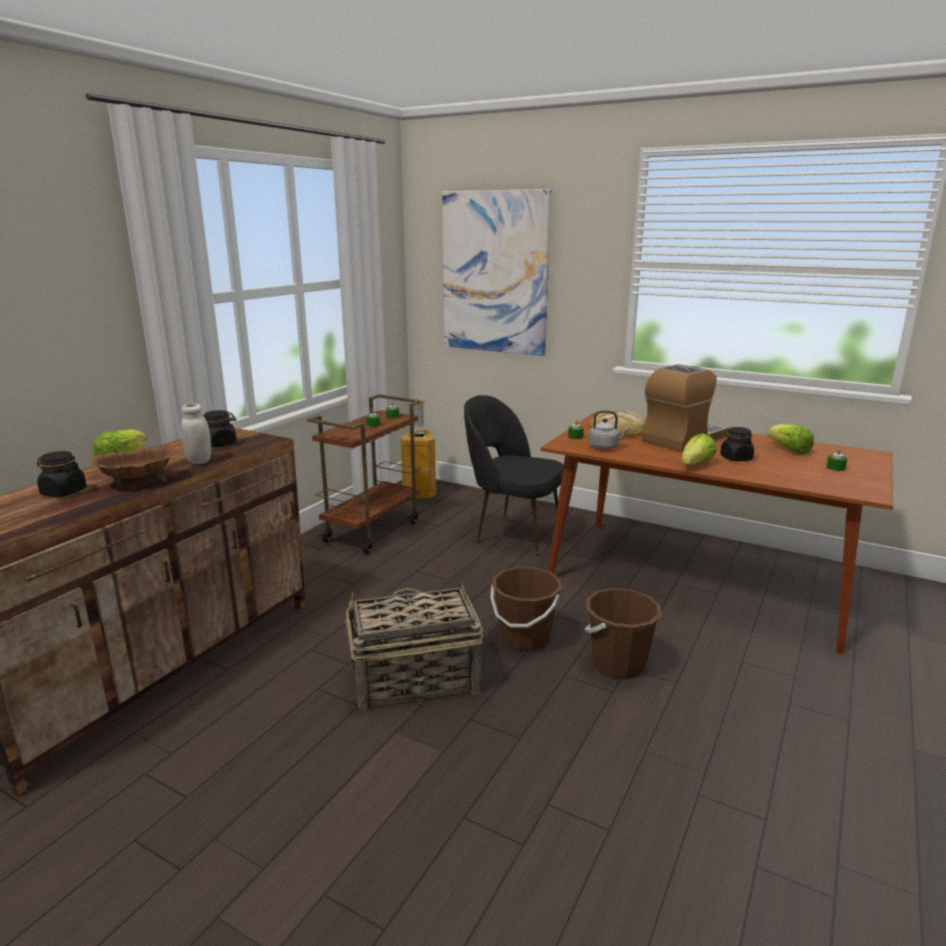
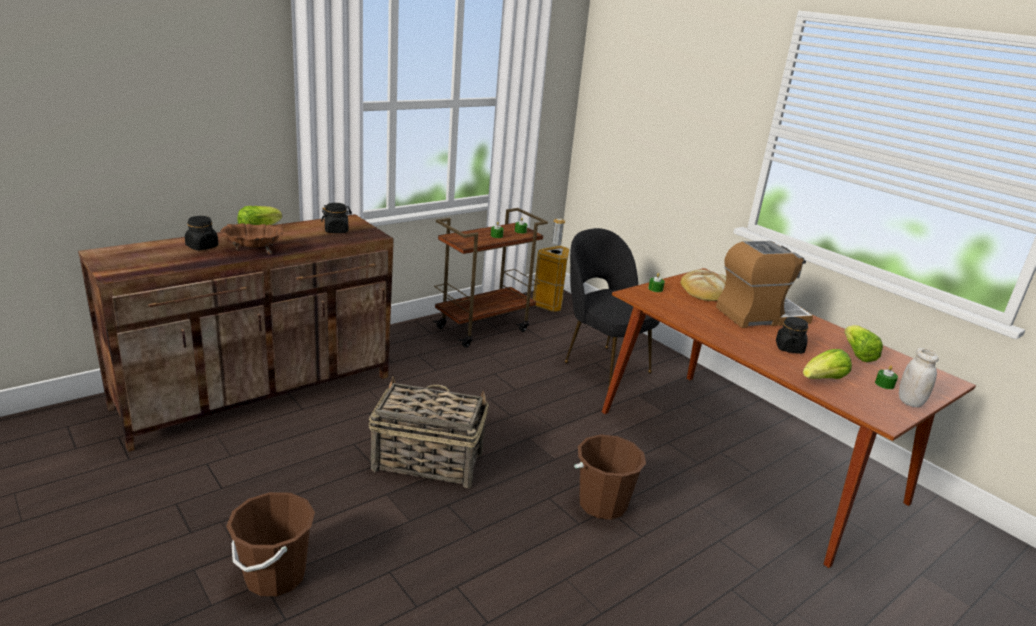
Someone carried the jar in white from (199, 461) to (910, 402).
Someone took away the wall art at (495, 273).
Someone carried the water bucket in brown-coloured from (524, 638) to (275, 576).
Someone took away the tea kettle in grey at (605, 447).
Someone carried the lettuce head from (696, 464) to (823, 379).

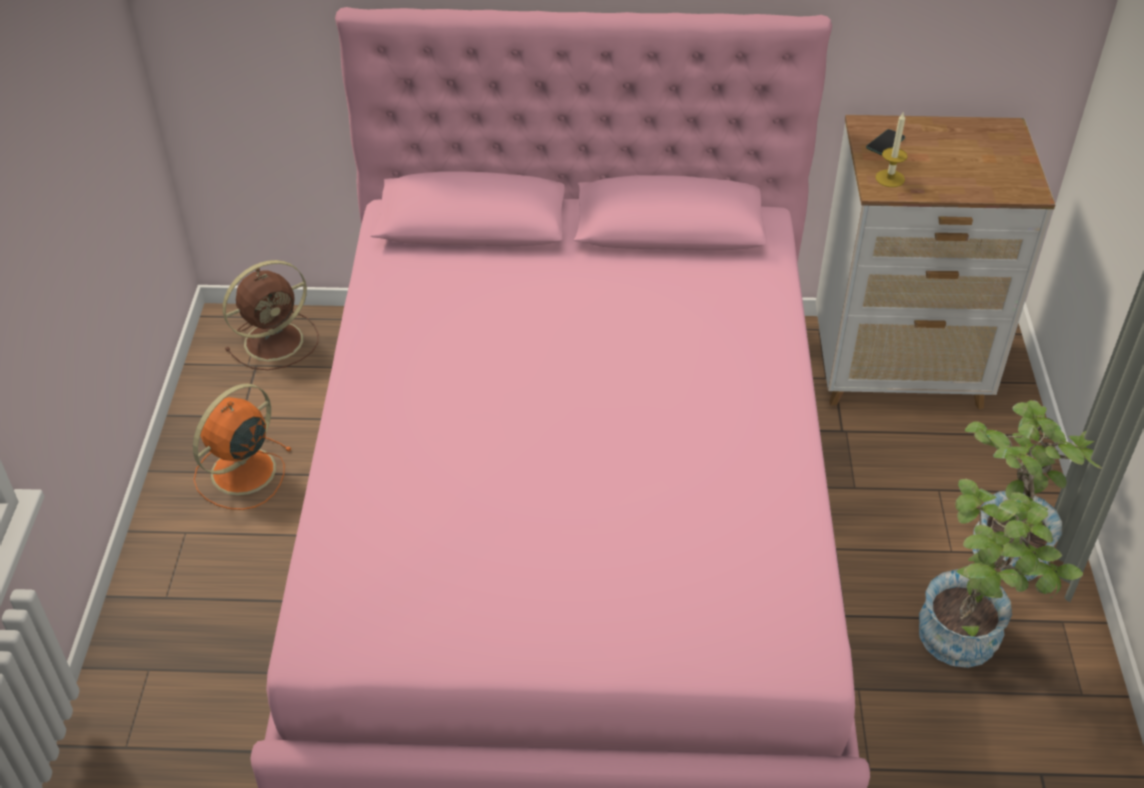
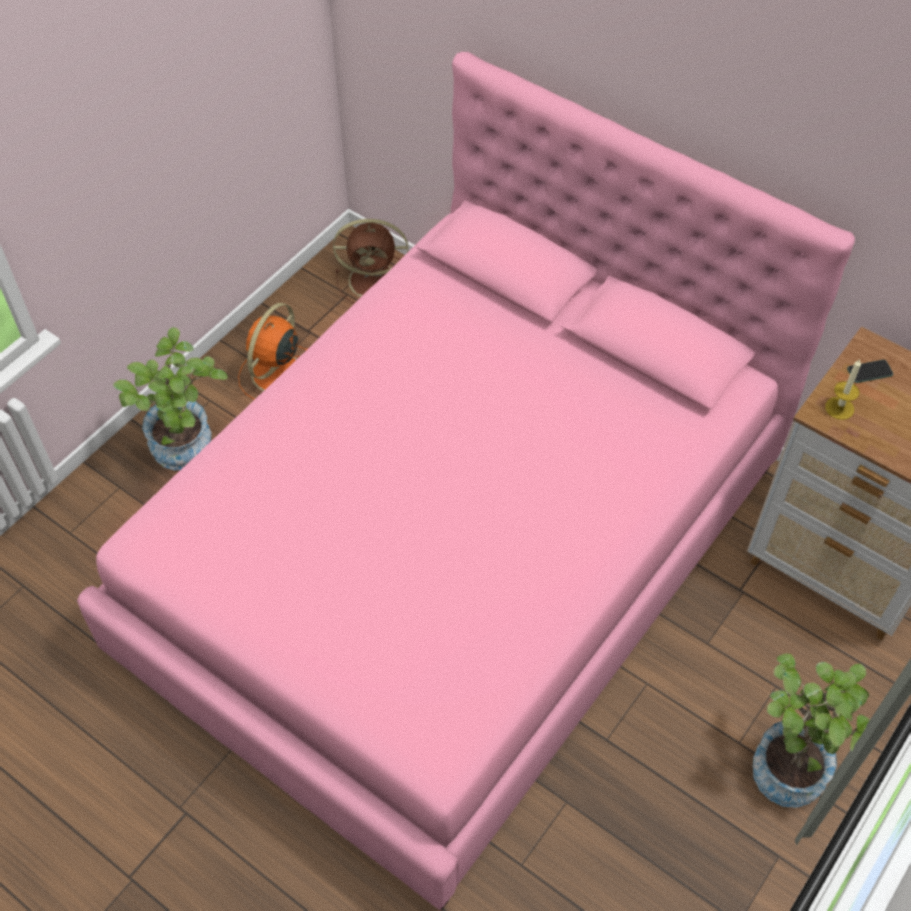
Someone rotated the fan in orange at (241, 473) by 45 degrees counterclockwise.
Someone carried the potted plant from (971, 636) to (188, 452).

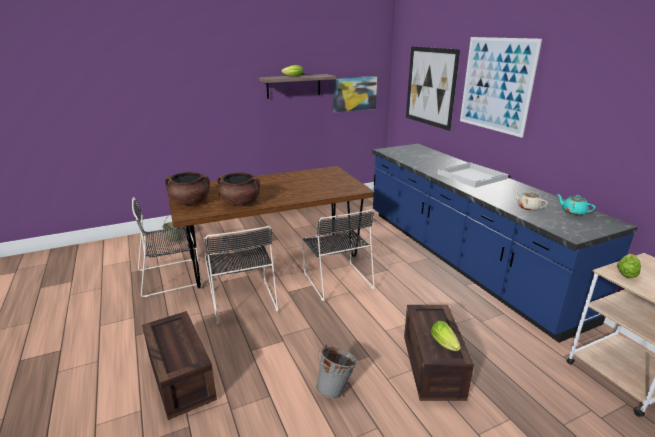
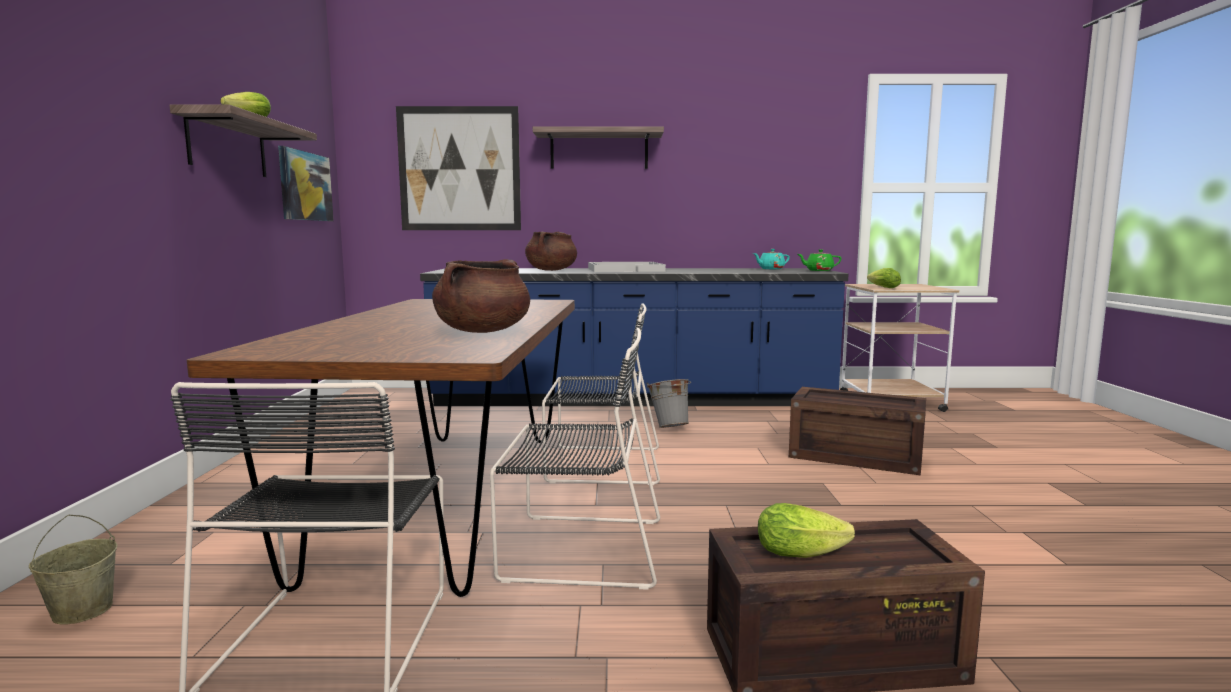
Someone carried the cooking pot in brown-coloured from (190, 202) to (551, 270).
Someone carried the water bucket in grey from (336, 388) to (669, 427).
Someone carried the lettuce head from (445, 344) to (805, 552).
Someone swapped the wall art at (496, 85) for the shelf at (599, 150).
Someone took away the tea pot in sand-coloured at (528, 207).
Someone put down the tea pot in green-coloured at (818, 270).

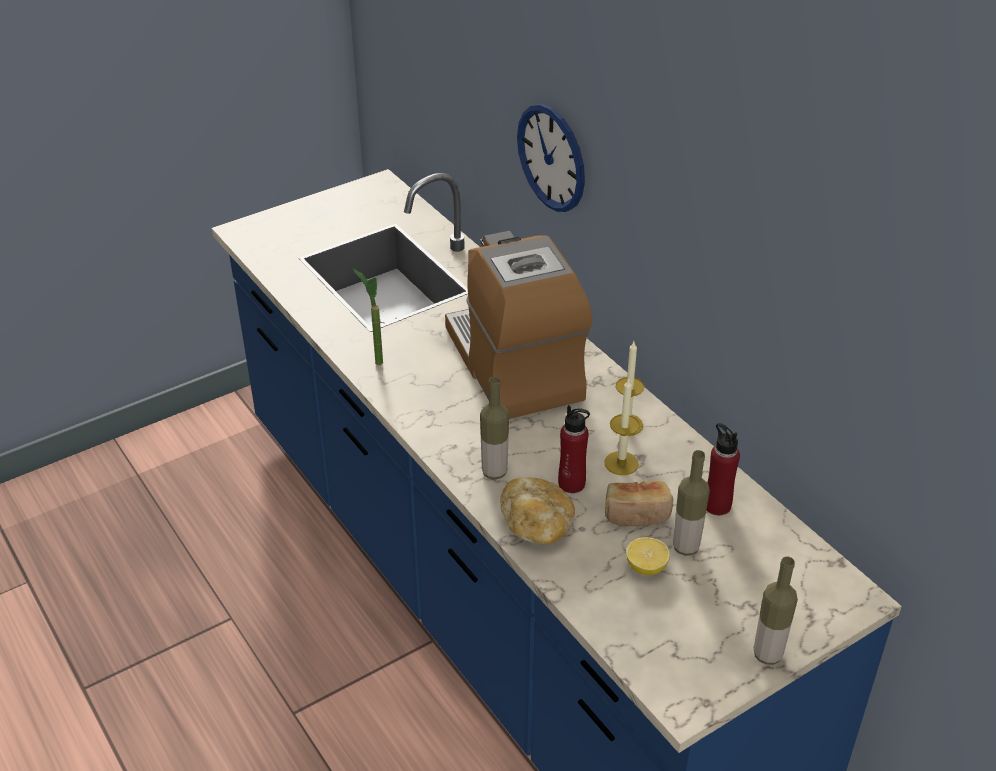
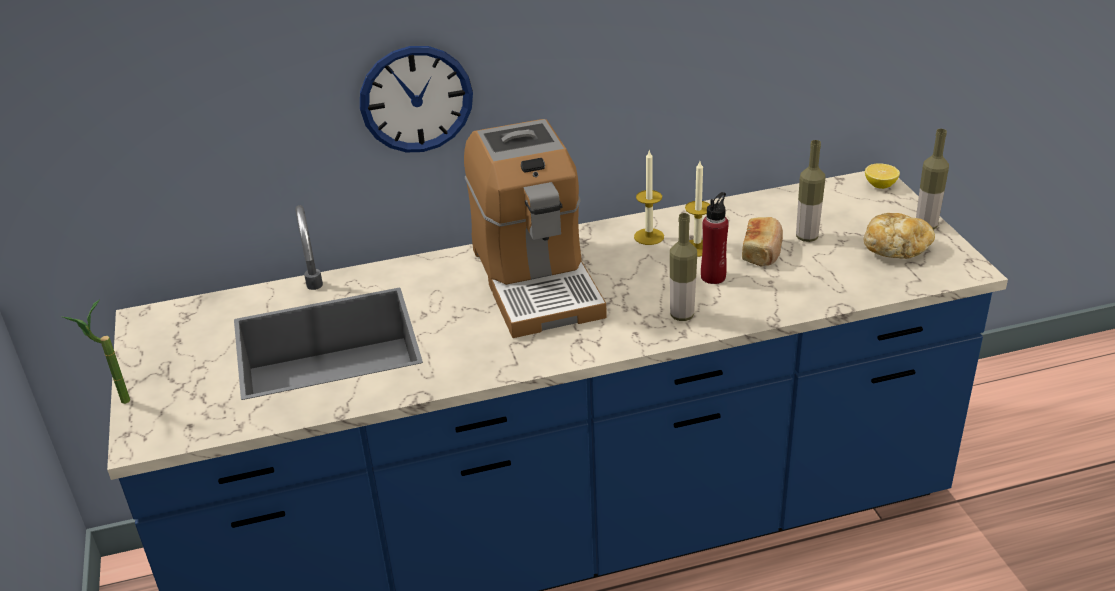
Someone carried the potted plant from (374, 358) to (115, 403).
Someone rotated the coffee machine at (514, 366) by 105 degrees counterclockwise.
Someone carried the bread from (537, 525) to (895, 249).
Someone carried the lemon from (646, 567) to (880, 185).
Someone took away the beverage bottle in reddish at (717, 505).

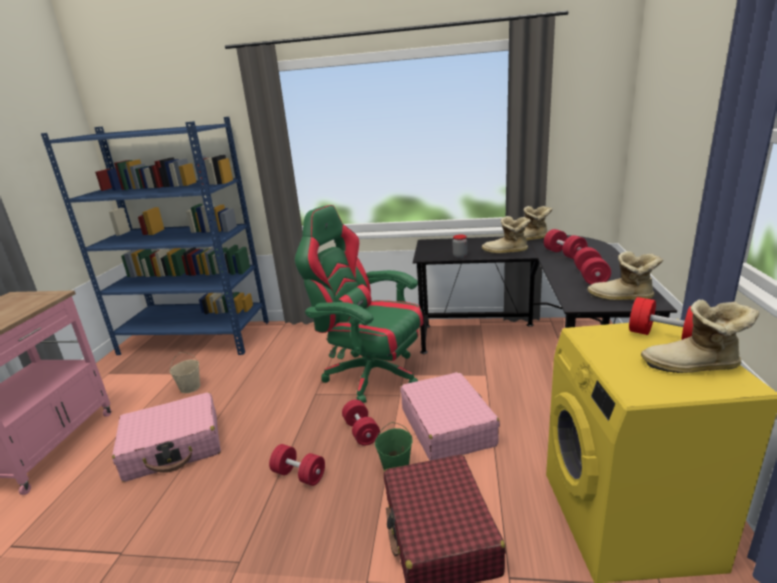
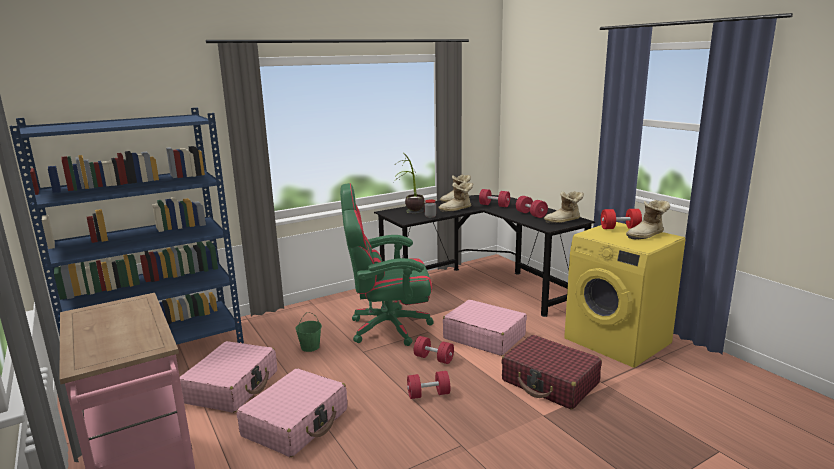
Someone swapped the water bucket in sand-coloured at (190, 387) for the piece of luggage in pink at (232, 387).
Someone carried the water bucket in green-coloured from (396, 466) to (310, 347).
Someone put down the potted plant at (411, 214).

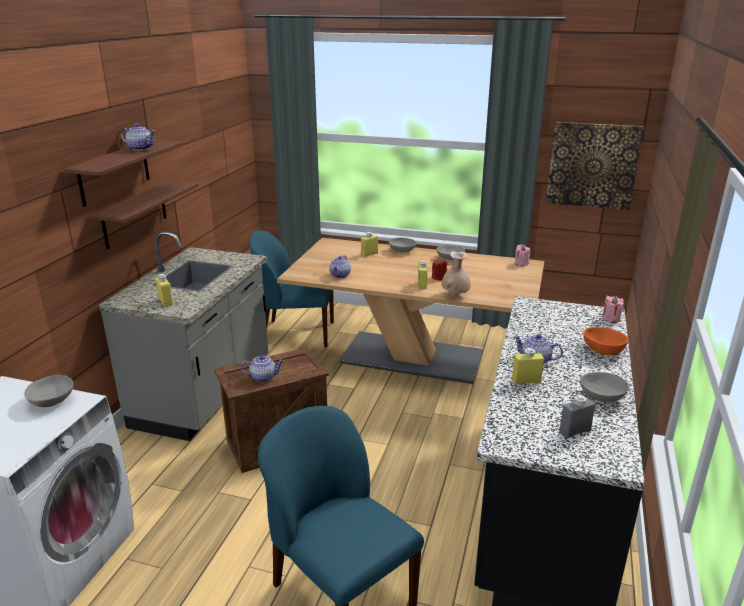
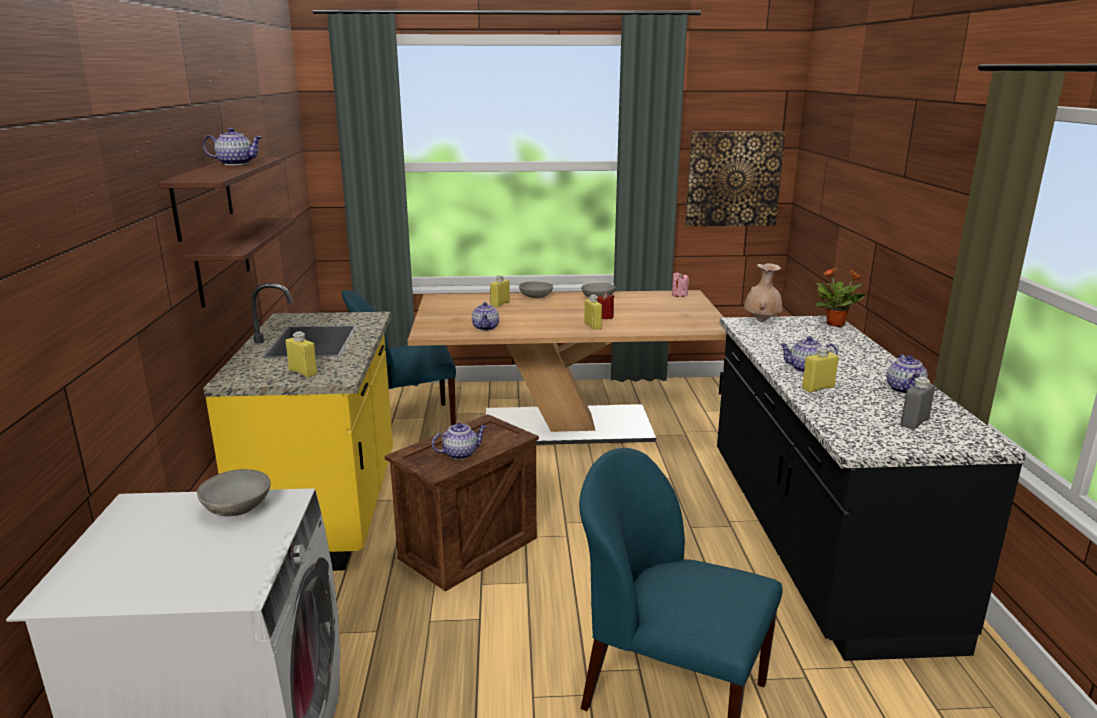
Someone repainted the kitchen base unit in grey at (205, 394), which became the kitchen base unit in yellow-coloured at (328, 511).
Someone carried the vase in sand-coloured from (455, 295) to (761, 321).
Someone swapped the deep dish in grey at (602, 397) for the tea pot at (905, 390).
Someone took away the deep dish in orange at (603, 351).
Someone swapped the wax light in pink at (611, 319) for the potted plant at (836, 324).

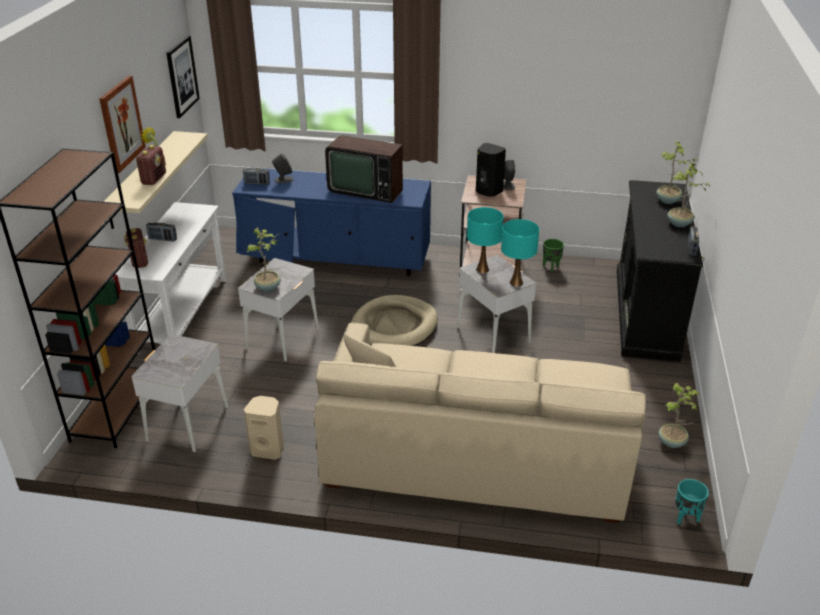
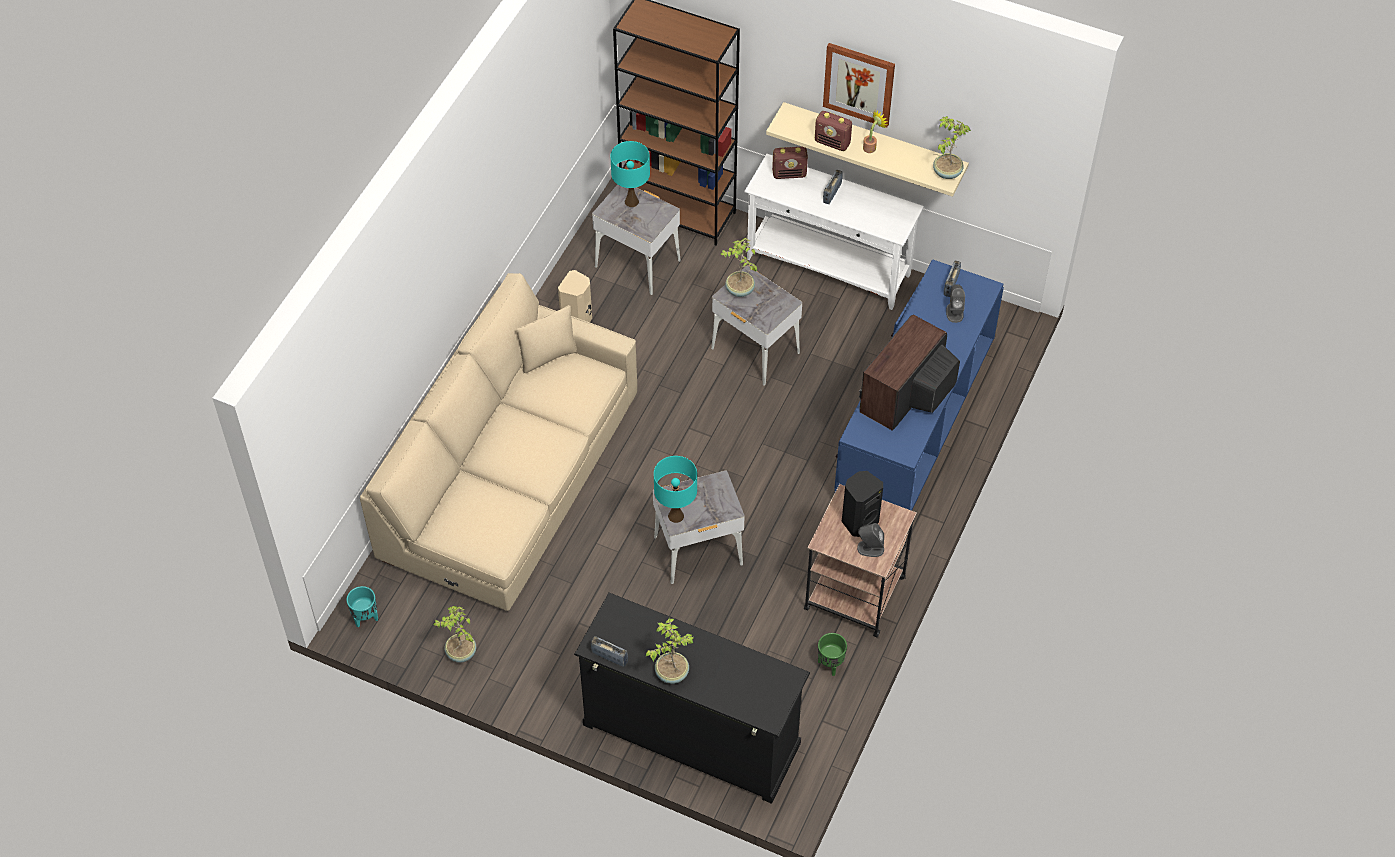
Someone took away the wall art at (182, 76).
Someone took away the pet bed in sand-coloured at (395, 326).
Someone carried the lamp for a table in turquoise from (482, 269) to (631, 202).
Someone carried the potted plant from (668, 201) to (946, 172).

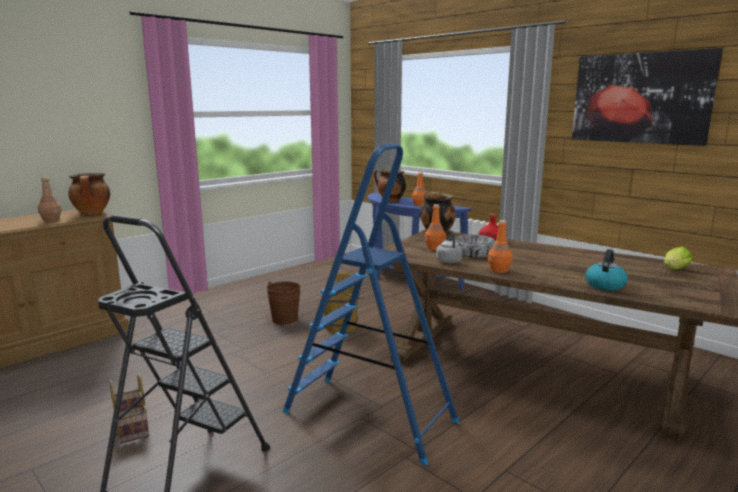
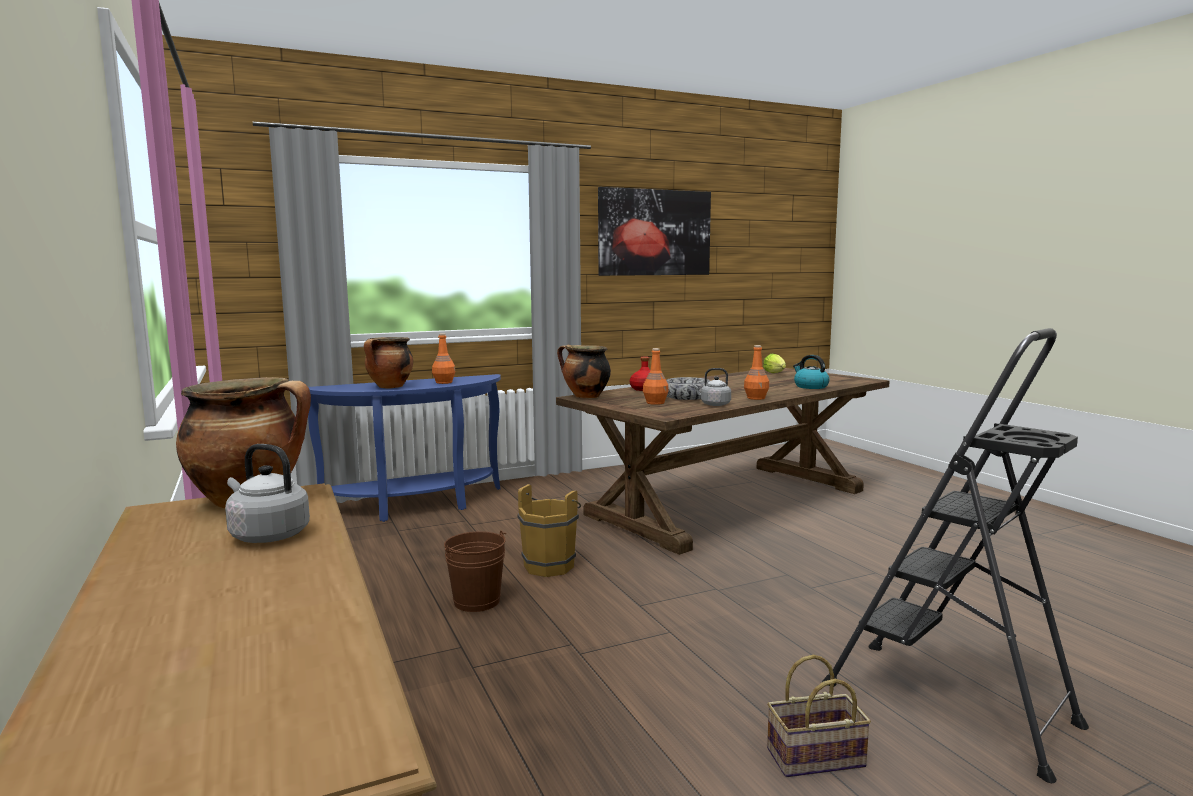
Someone swapped the beverage bottle in brown-coloured at (51, 220) for the tea kettle in grey at (267, 535).
Someone took away the stepladder in blue-coloured at (368, 416).

